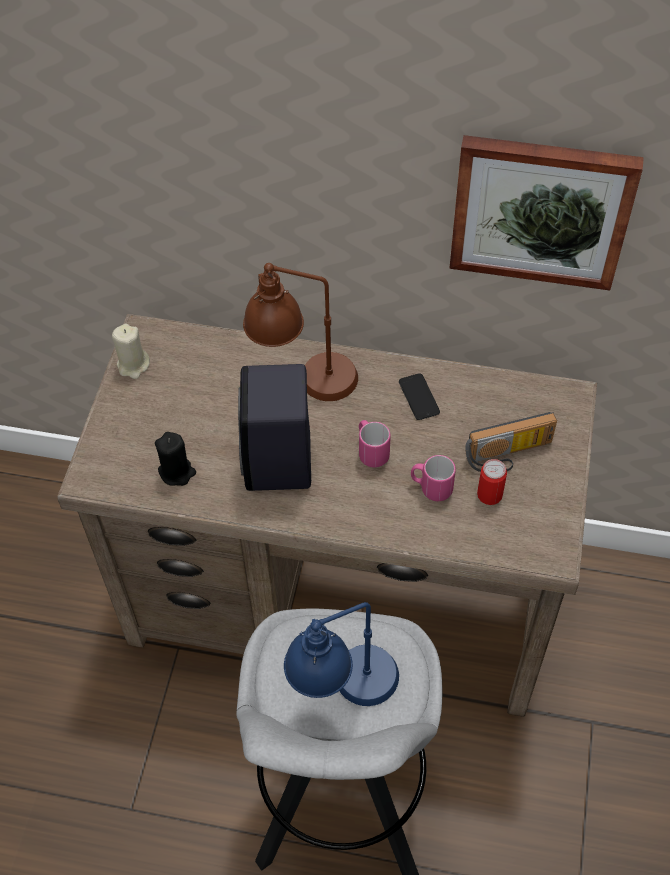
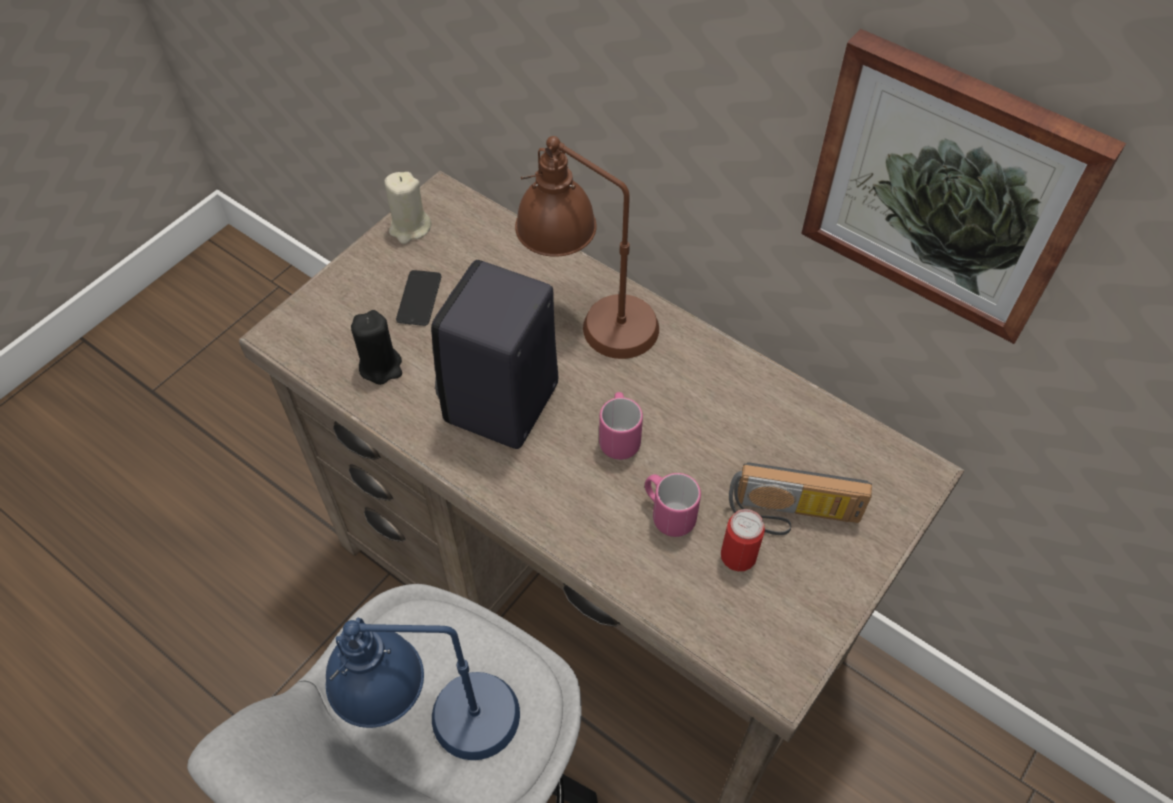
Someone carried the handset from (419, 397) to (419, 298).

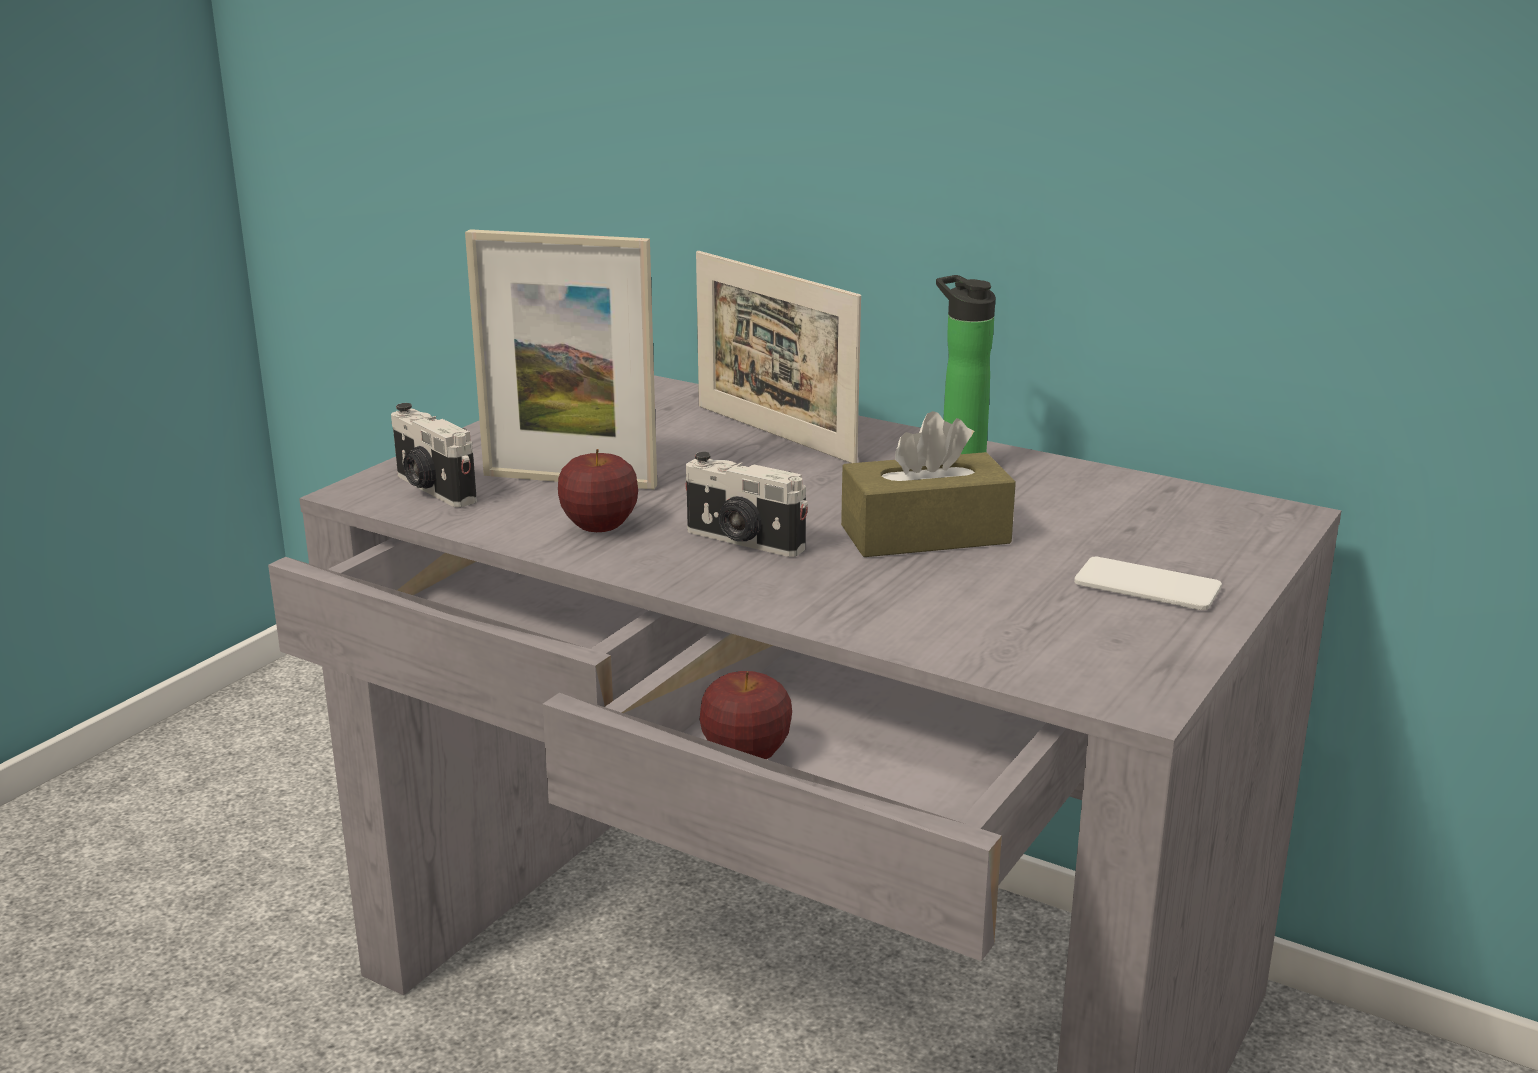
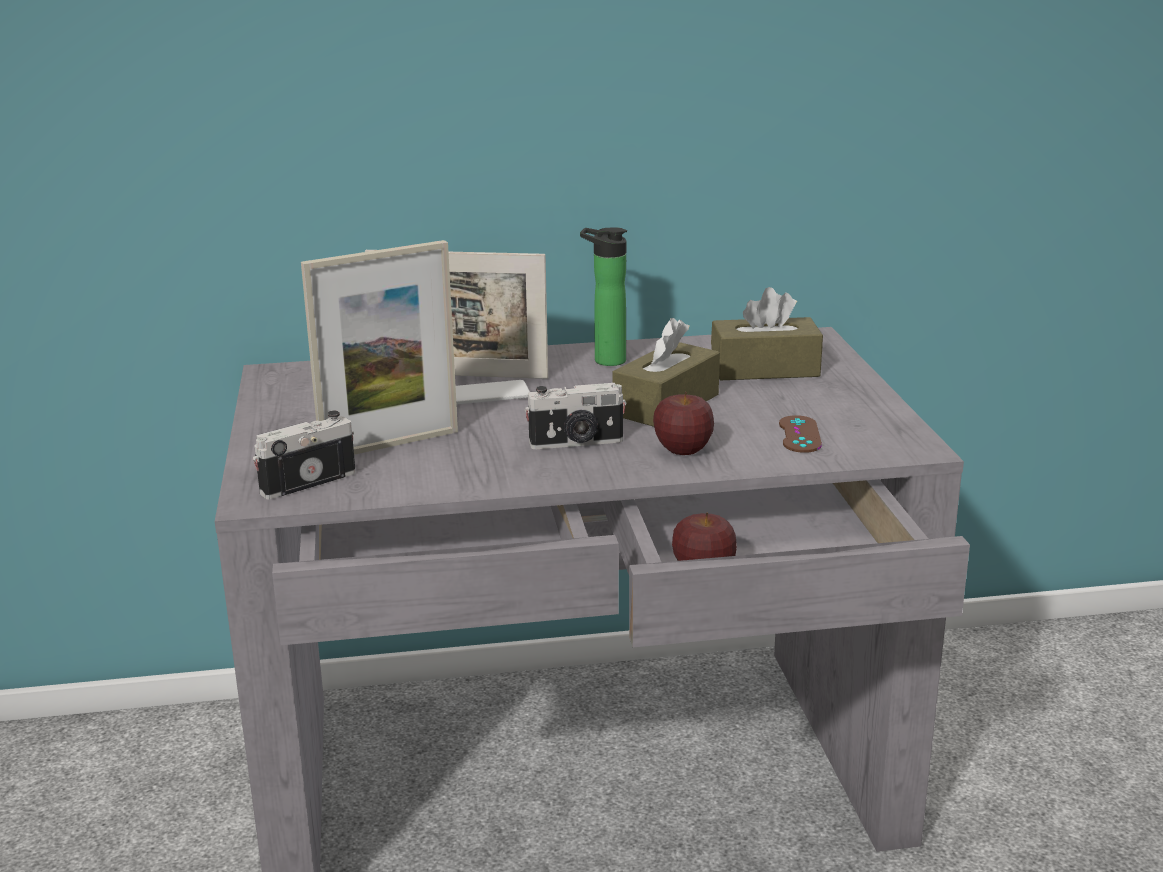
Someone rotated the photo camera at (432, 489) by 135 degrees clockwise.
Someone carried the whole apple from (598, 526) to (682, 450).
Someone carried the handset from (1147, 586) to (485, 394).
Someone put down the tissue box in brown-coloured at (764, 369).
Someone put down the gamepad in brown-coloured at (799, 434).

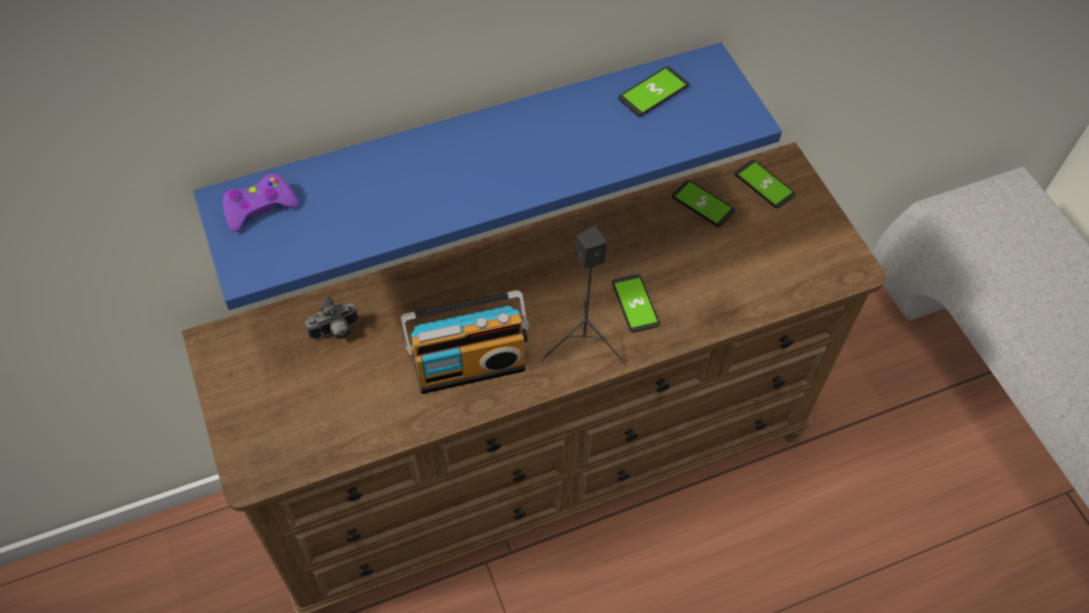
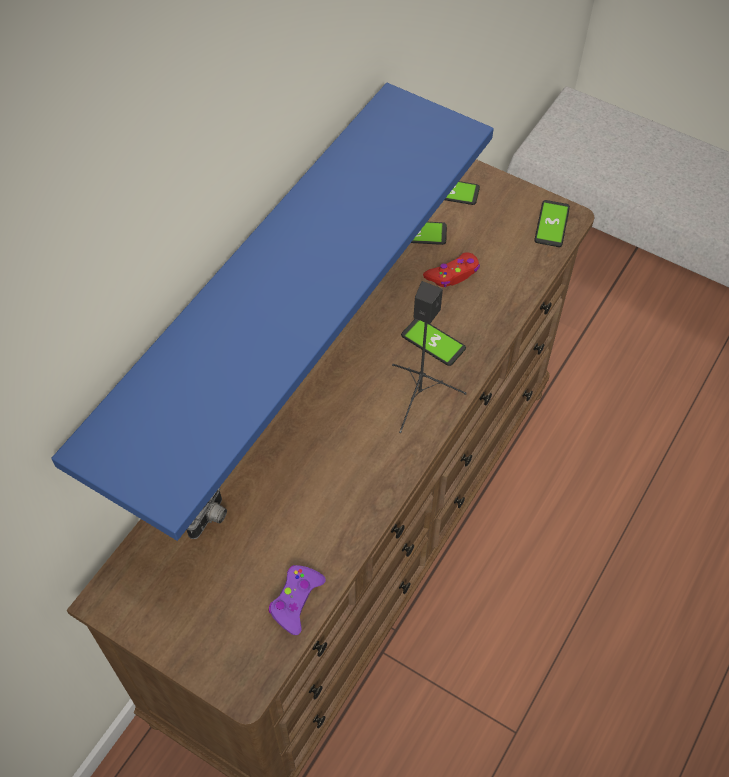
Someone carried the gamepad in purple from (259, 207) to (296, 601).
Someone took away the radio set at (469, 364).
Someone carried the handset from (653, 92) to (552, 224).
Someone put down the gamepad in reddish at (453, 274).

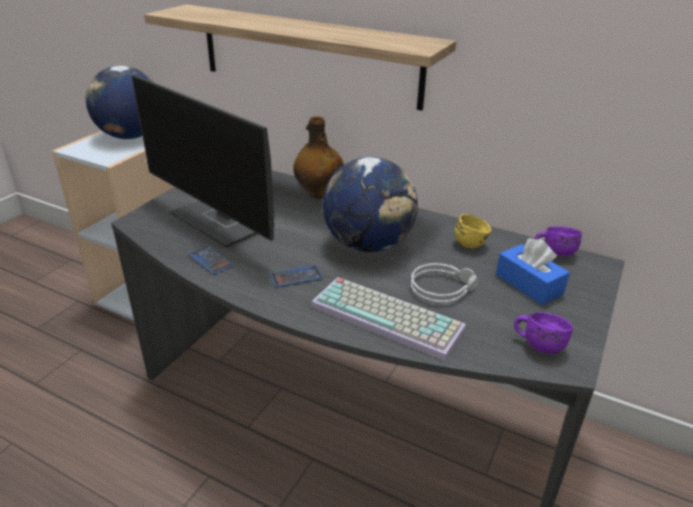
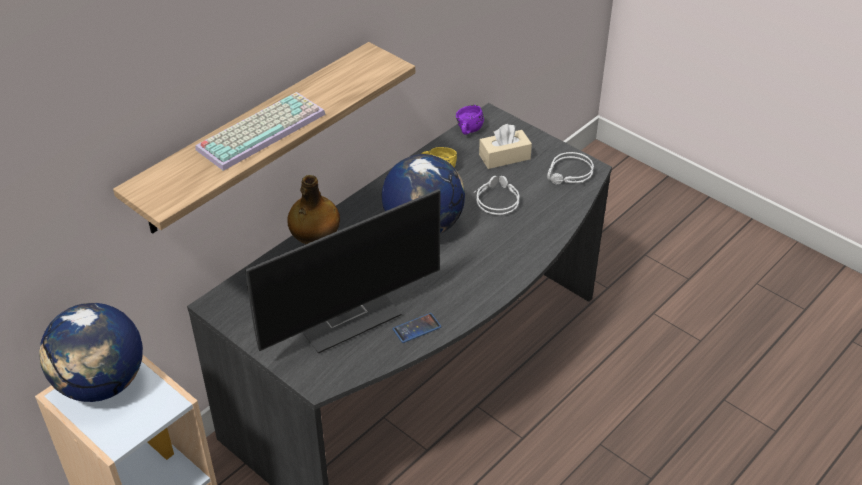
Someone took away the handset at (296, 277).
Someone carried the computer keyboard from (389, 316) to (261, 130).
Someone repainted the tissue box in blue-coloured at (528, 284), which became the tissue box in sand-coloured at (504, 157).
Someone swapped the coffee mug in purple at (538, 344) for the headset in grey at (569, 174).

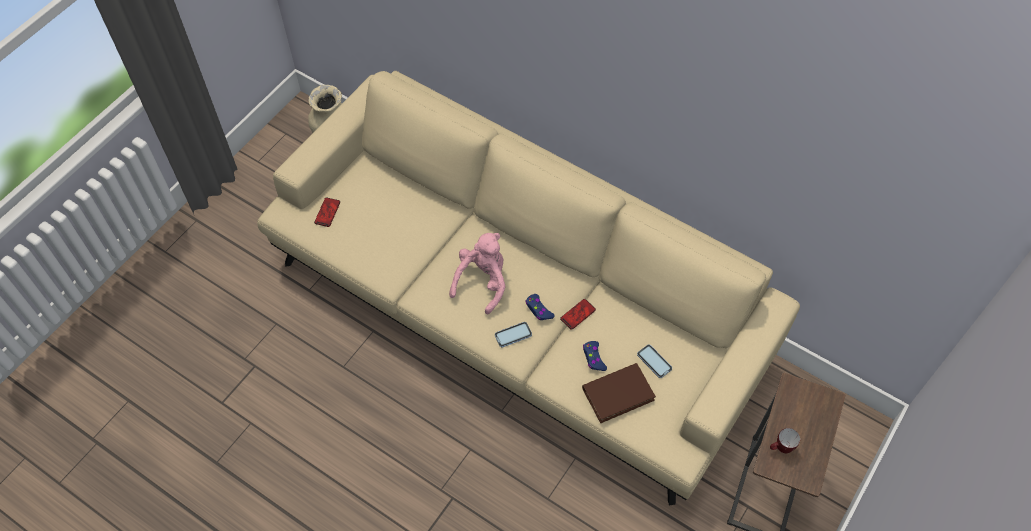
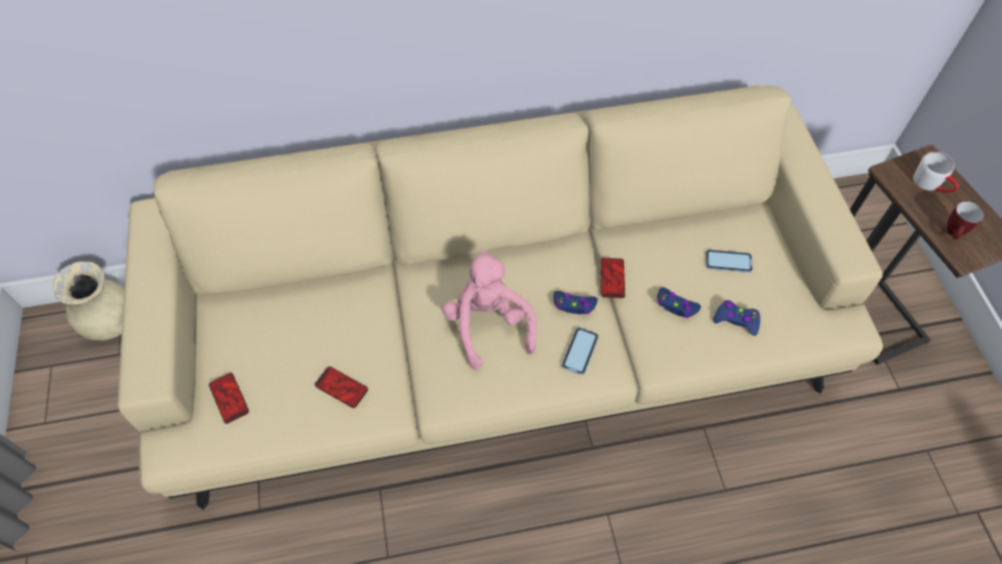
Someone swapped the bound book in brown-coloured at (618, 394) for the gamepad in blue-coloured at (736, 320).
Someone put down the handset at (341, 387).
Someone put down the coffee mug in white at (931, 185).

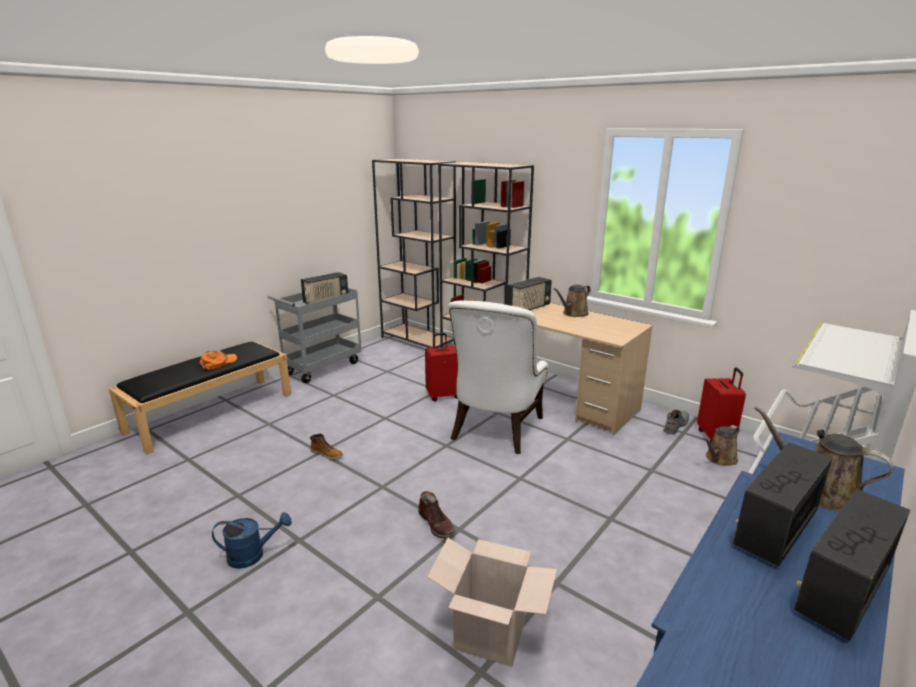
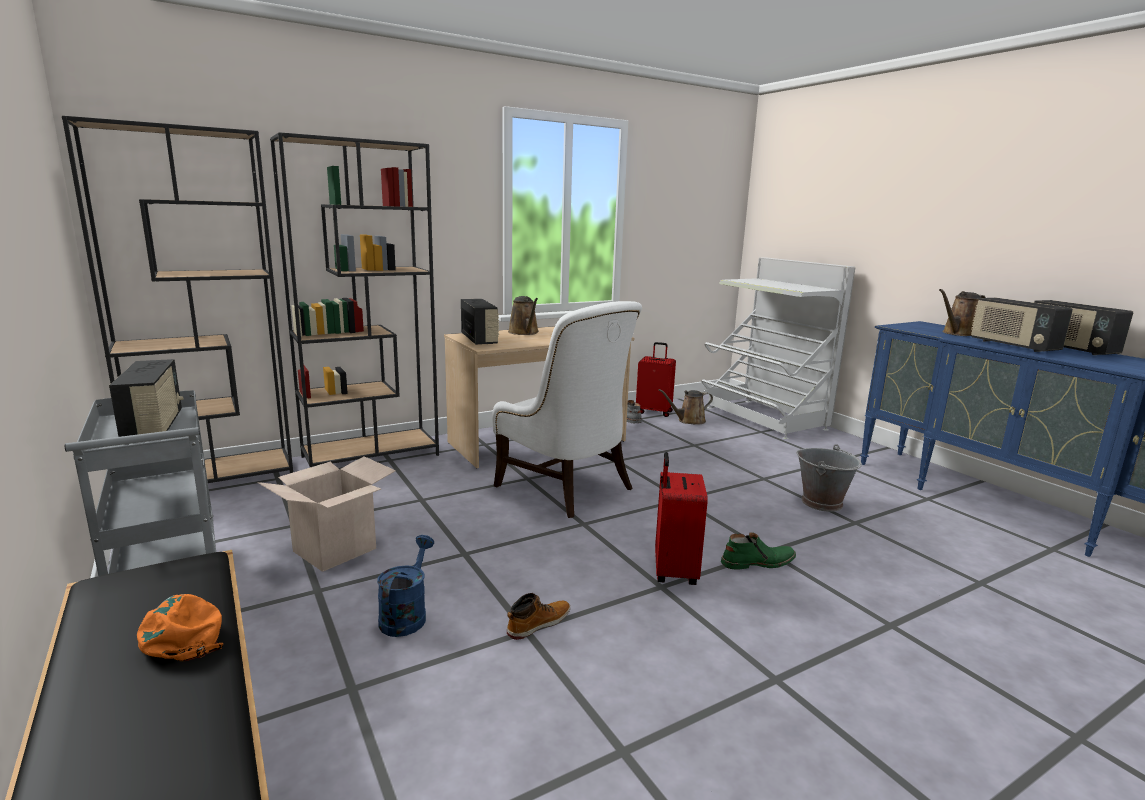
Someone carried the watering pot in blue-coloured from (253, 555) to (406, 615).
Someone repainted the high-top boot in brown-coloured at (437, 524), which became the high-top boot in green-coloured at (757, 562).
Someone carried the piece of luggage in reddish from (443, 395) to (673, 571).
Someone carried the carton from (490, 634) to (335, 550).
Someone rotated the watering pot in brown-coloured at (719, 459) by 90 degrees clockwise.
Someone put down the water bucket in grey at (822, 502).

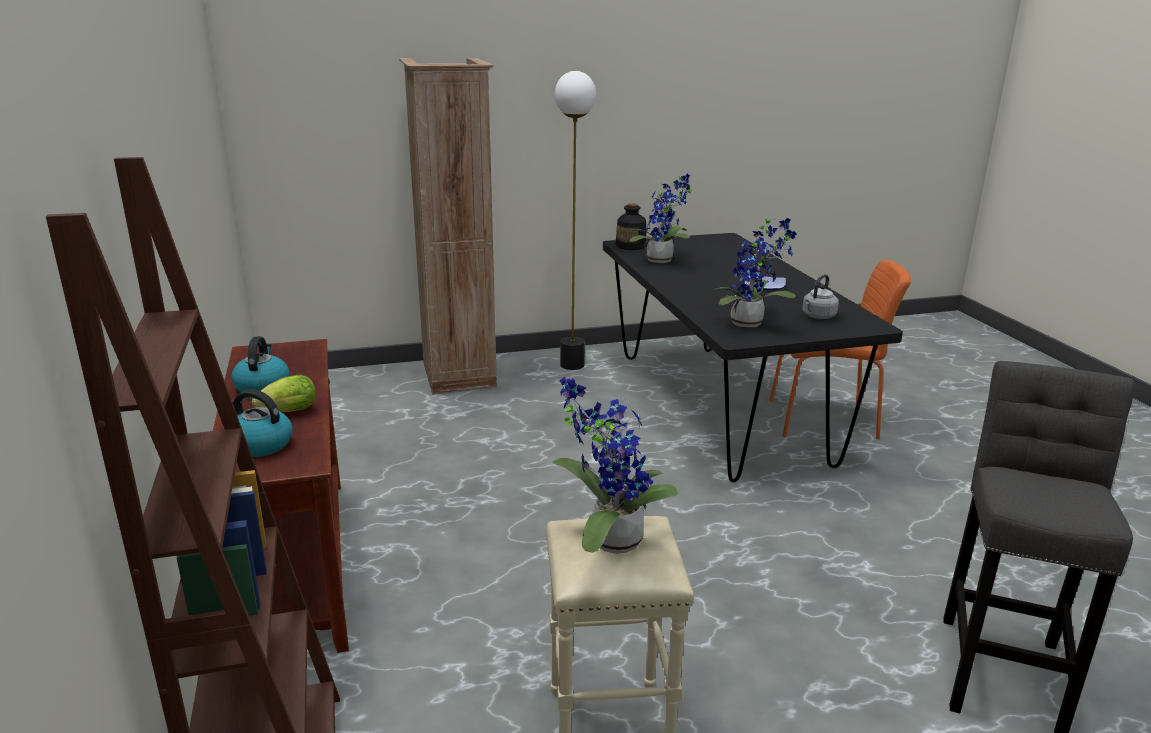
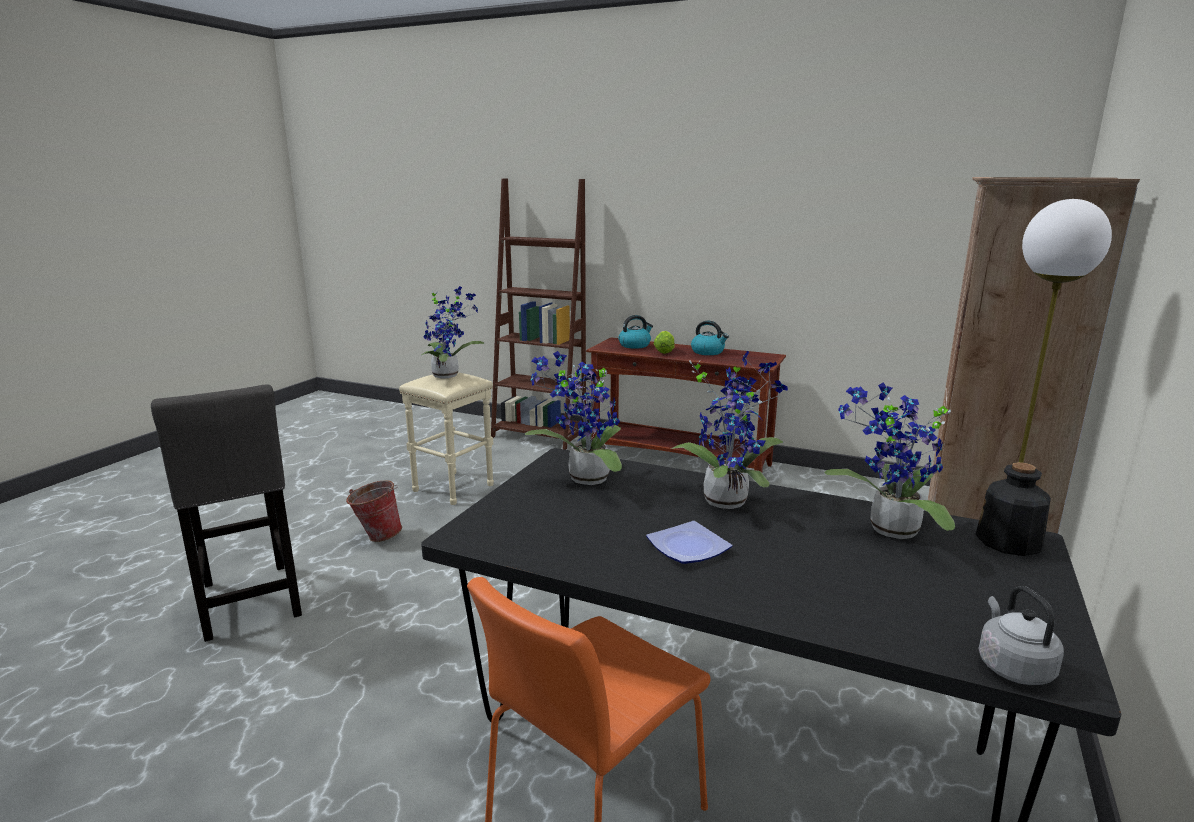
Someone carried the tea kettle in grey from (817, 316) to (1012, 666).
Someone put down the water bucket at (377, 536).
Someone put down the potted plant at (728, 499).

